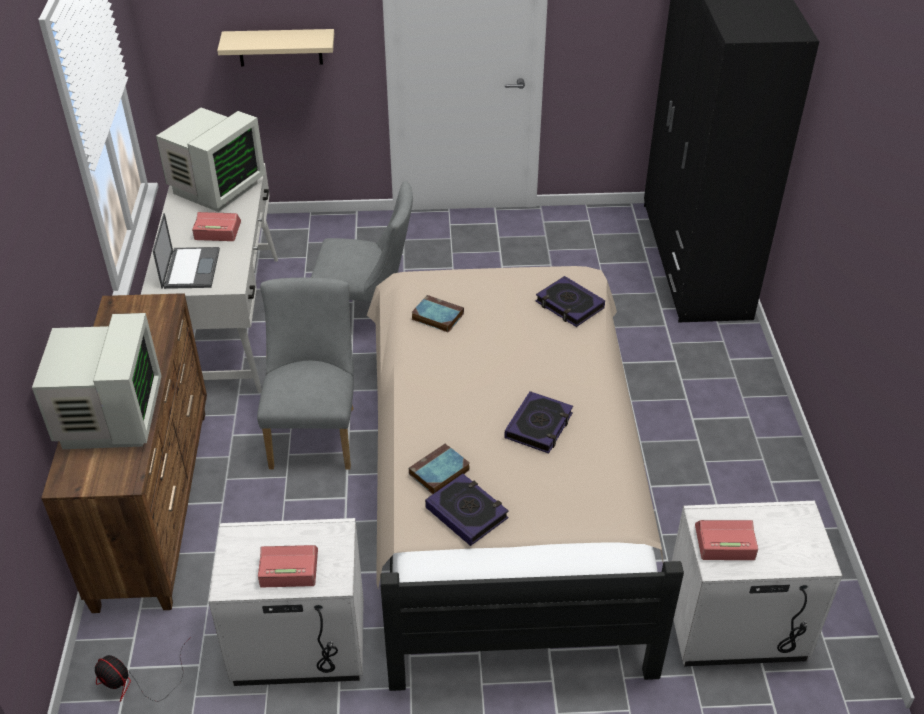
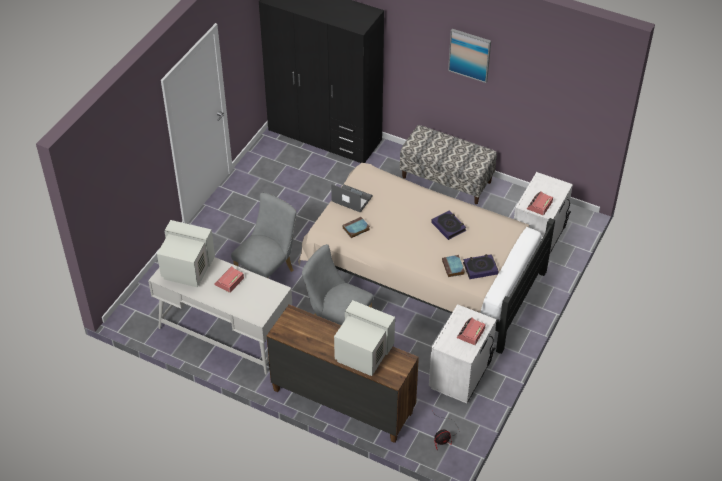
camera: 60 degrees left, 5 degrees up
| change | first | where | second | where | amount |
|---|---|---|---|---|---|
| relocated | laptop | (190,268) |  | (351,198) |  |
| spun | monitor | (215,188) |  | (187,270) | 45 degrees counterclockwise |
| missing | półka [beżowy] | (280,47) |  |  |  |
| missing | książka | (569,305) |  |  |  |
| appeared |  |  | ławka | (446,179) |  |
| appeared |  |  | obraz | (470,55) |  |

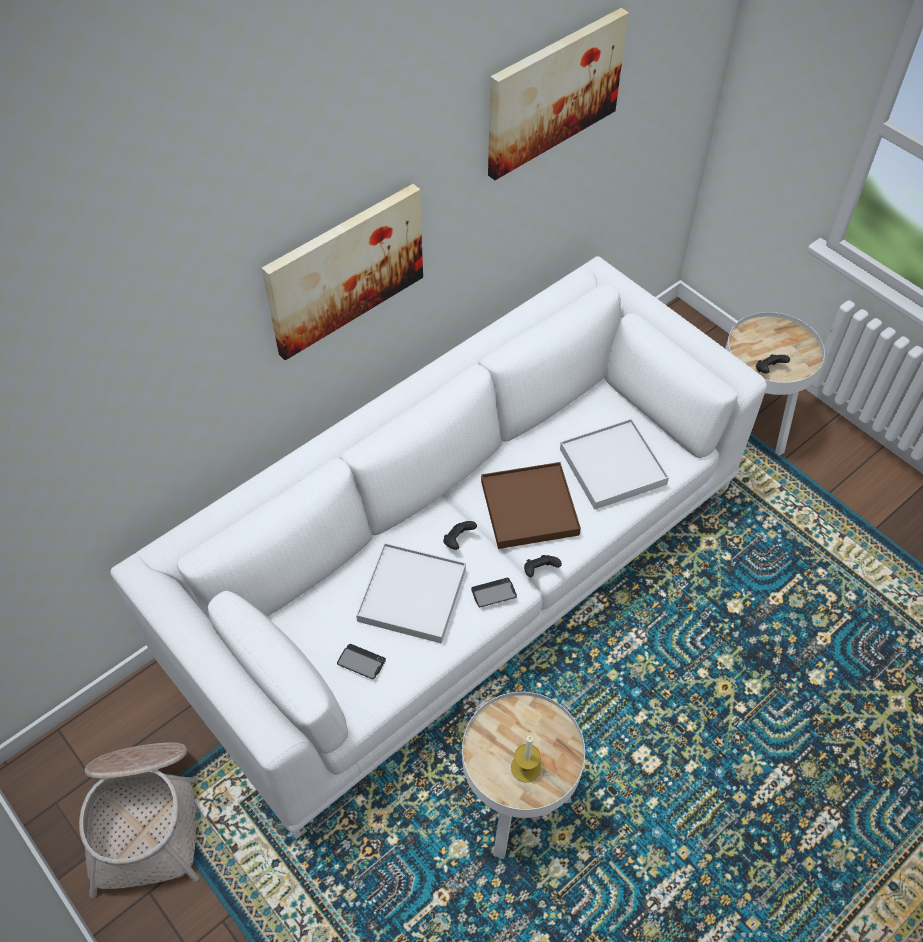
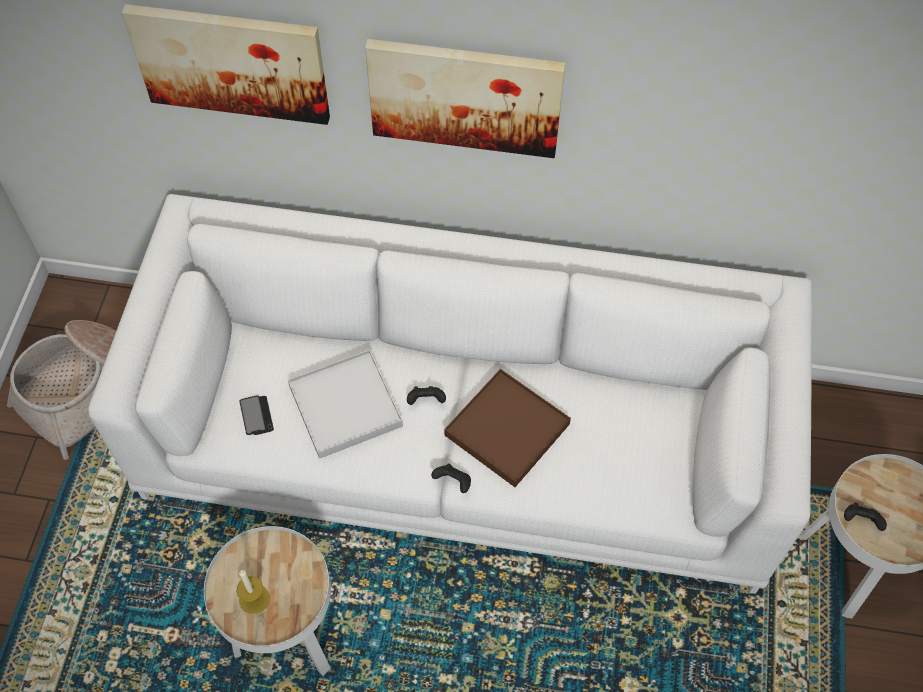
camera: 50 degrees right, 5 degrees up
| change | first | where | second | where | amount |
|---|---|---|---|---|---|
| missing | telefon | (493,593) |  |  |  |
| relocated | obraz | (553,92) |  | (231,62) |  |
| missing | taca [biały] | (612,466) |  |  |  |

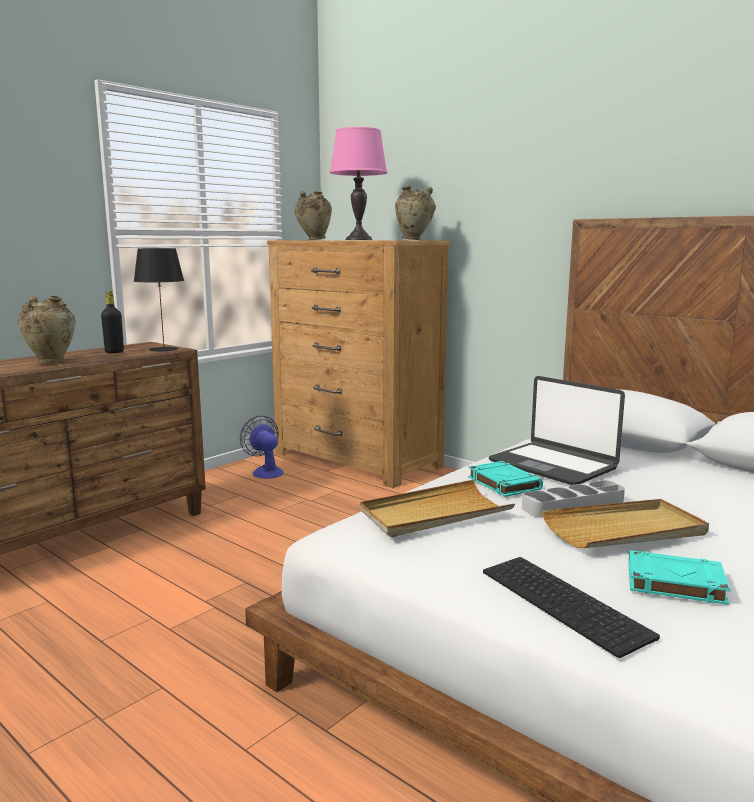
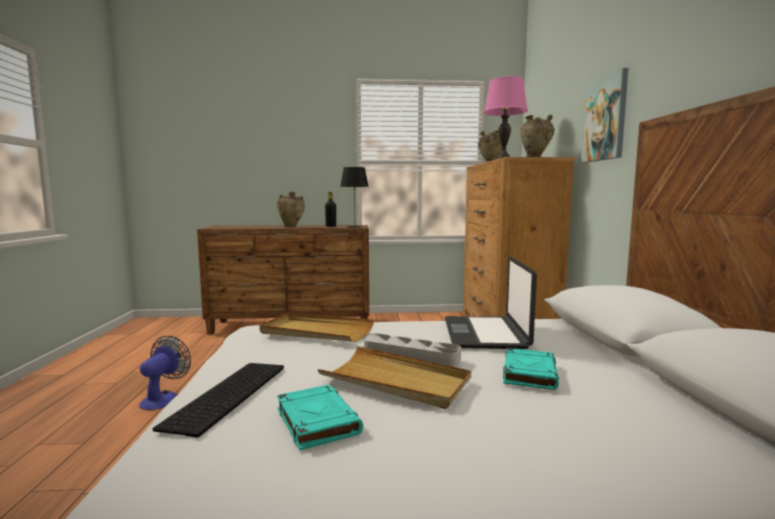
camera: 45 degrees right, 5 degrees down
| change | first | where | second | where | amount |
|---|---|---|---|---|---|
| relocated | wentylator | (265,471) |  | (164,398) |  |
| relocated | książka [turkusowy] | (503,483) |  | (529,373) |  |
| appeared |  |  | obraz | (605,119) |  |

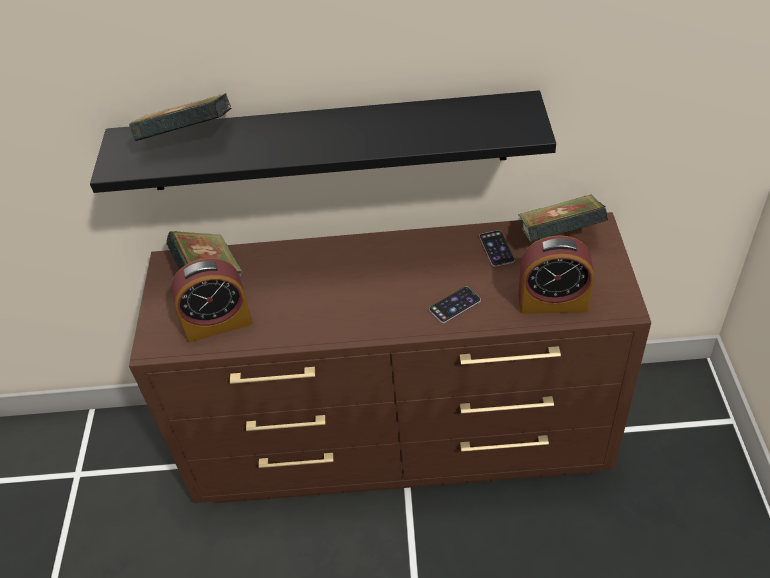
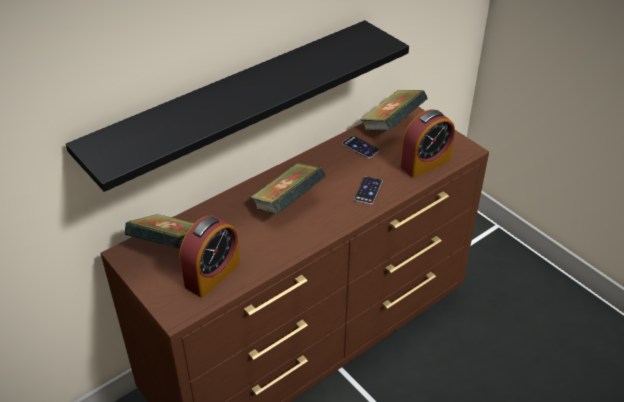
camera: 40 degrees left, 5 degrees down
| change | first | where | second | where | amount |
|---|---|---|---|---|---|
| relocated | książka | (188,140) |  | (288,204) |  |

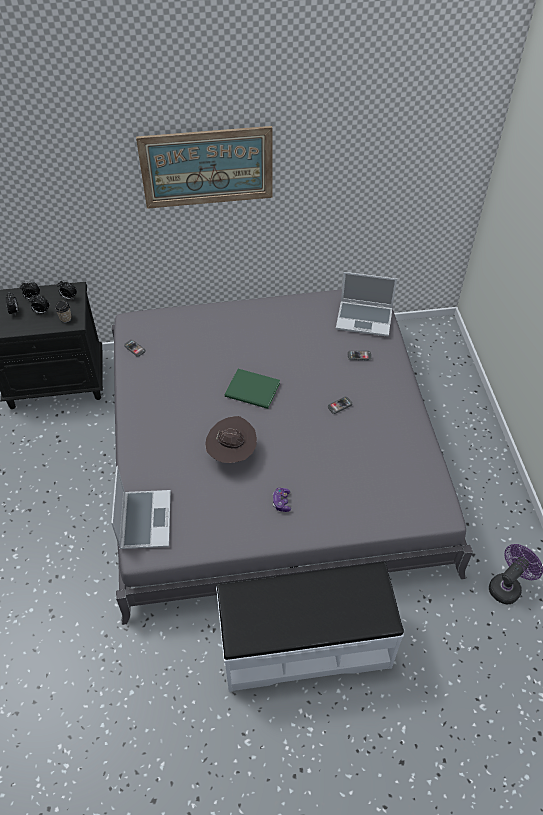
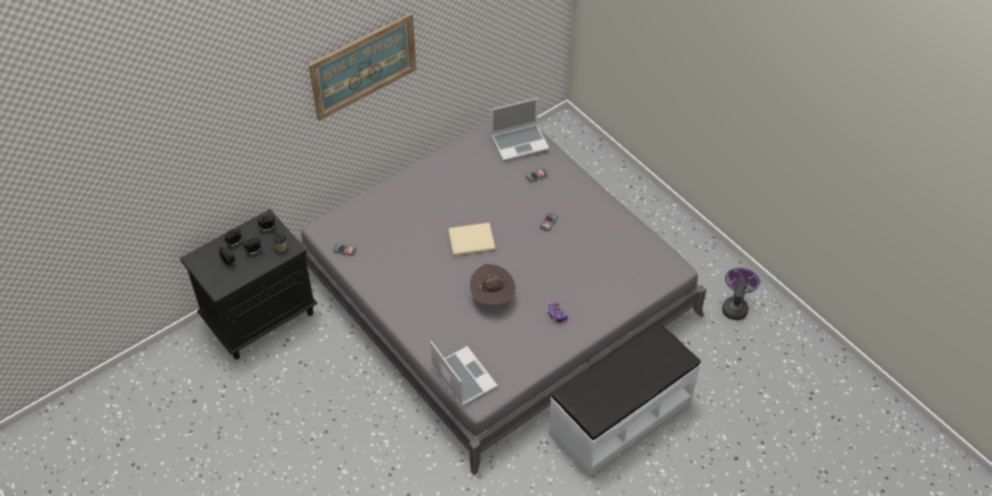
camera: 30 degrees left, 0 degrees up
| change | first | where | second | where | amount |
|---|---|---|---|---|---|
| colour | książka [zielony] | (253,391) | książka [beżowy] | (473,241) |  |

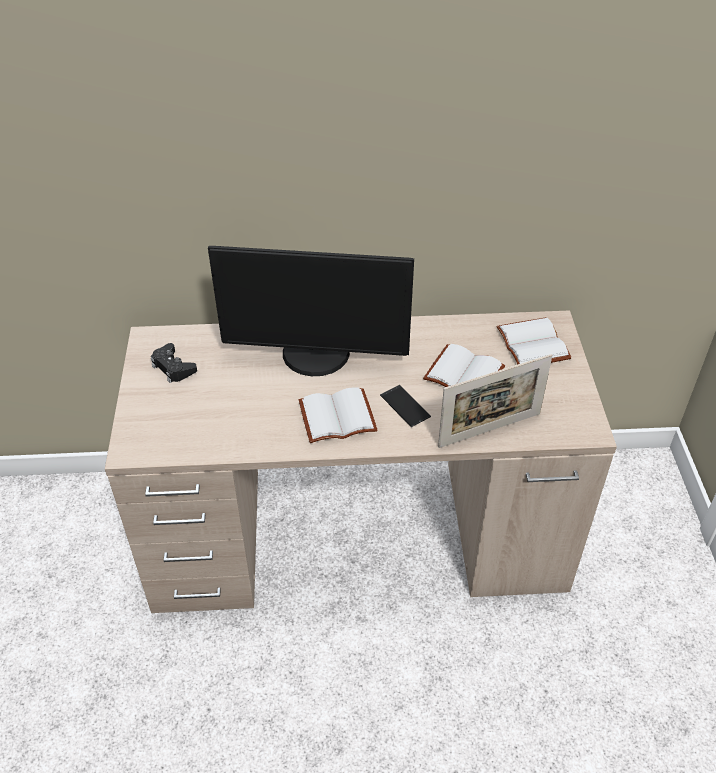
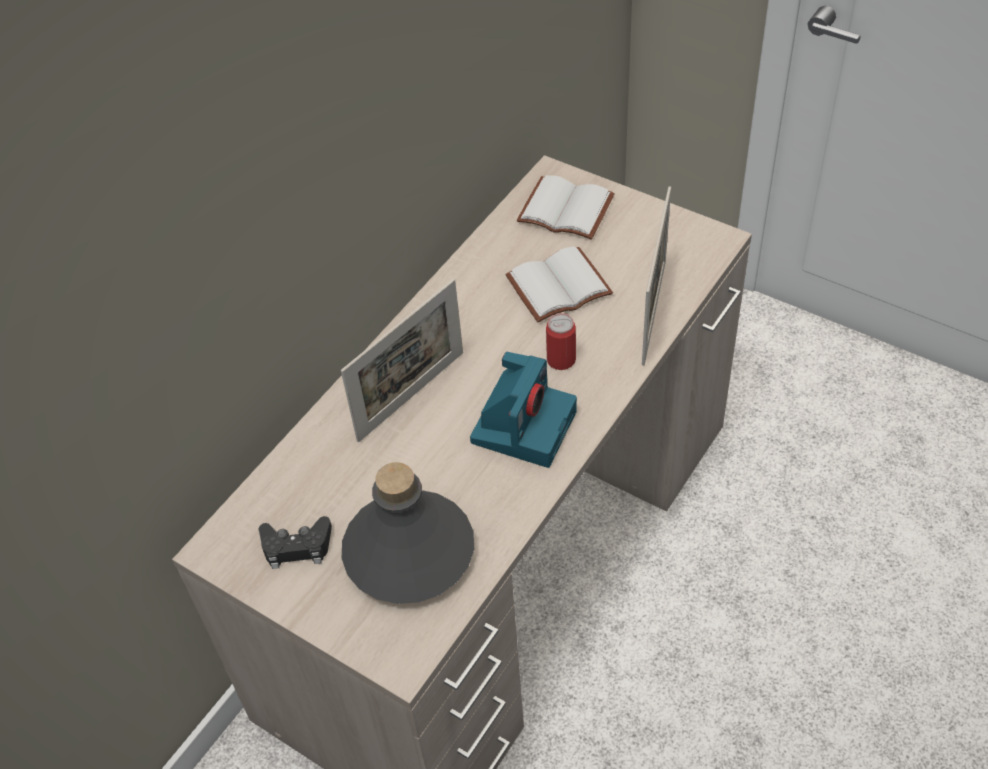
camera: 50 degrees left, 5 degrees up
| change | first | where | second | where | amount |
|---|---|---|---|---|---|
| exchanged | monitor | (315,355) | ramka na zdjęcie | (411,396) |  |
| exchanged | książka [biały] | (338,415) | aparat fotograficzny | (524,424) |  |
| exchanged | telefon | (405,406) | puszka | (561,360) |  |
| appeared |  |  | butelka [szary] | (409,553) |  |

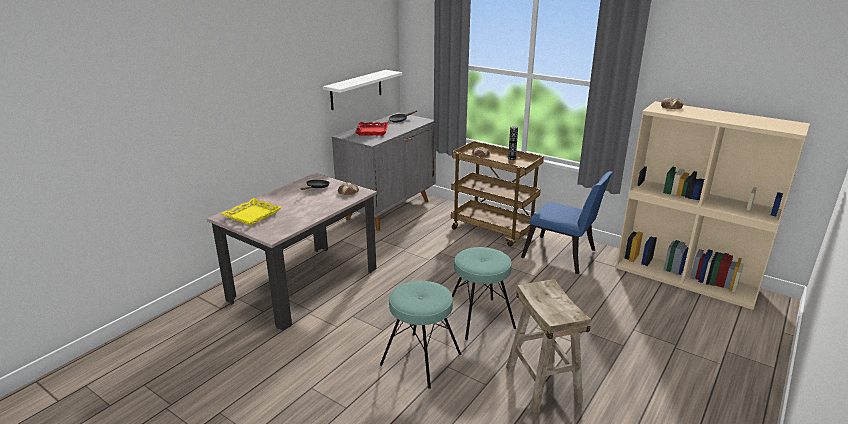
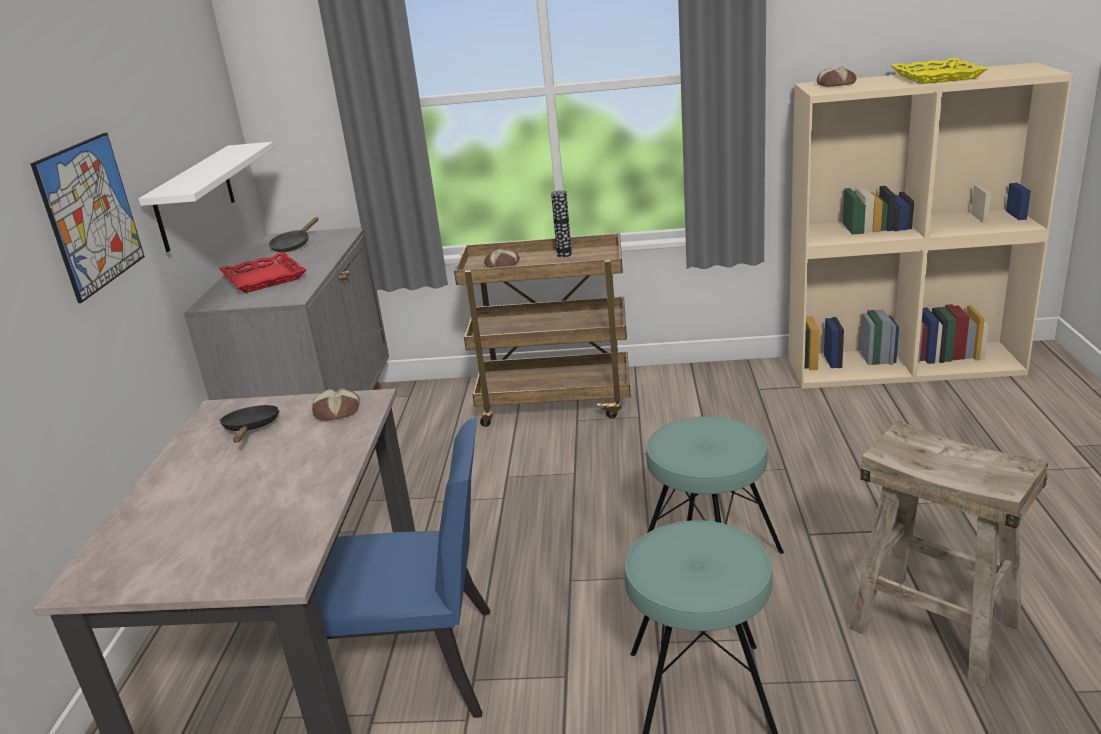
camera: 30 degrees left, 0 degrees up
| change | first | where | second | where | amount |
|---|---|---|---|---|---|
| relocated | taca [żółty] | (252,215) |  | (936,77) |  |
| relocated | krzesło [niebieski] | (563,256) |  | (420,668) |  |
| appeared |  |  | obraz | (91,214) |  |

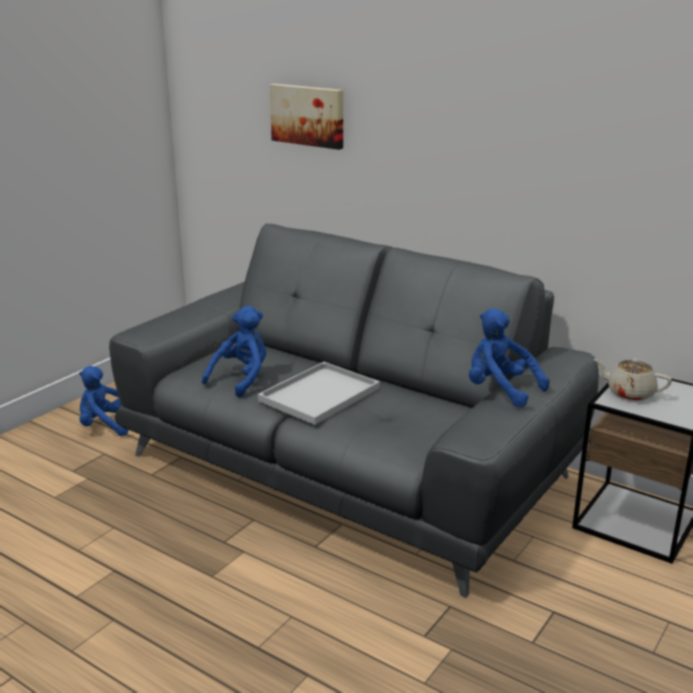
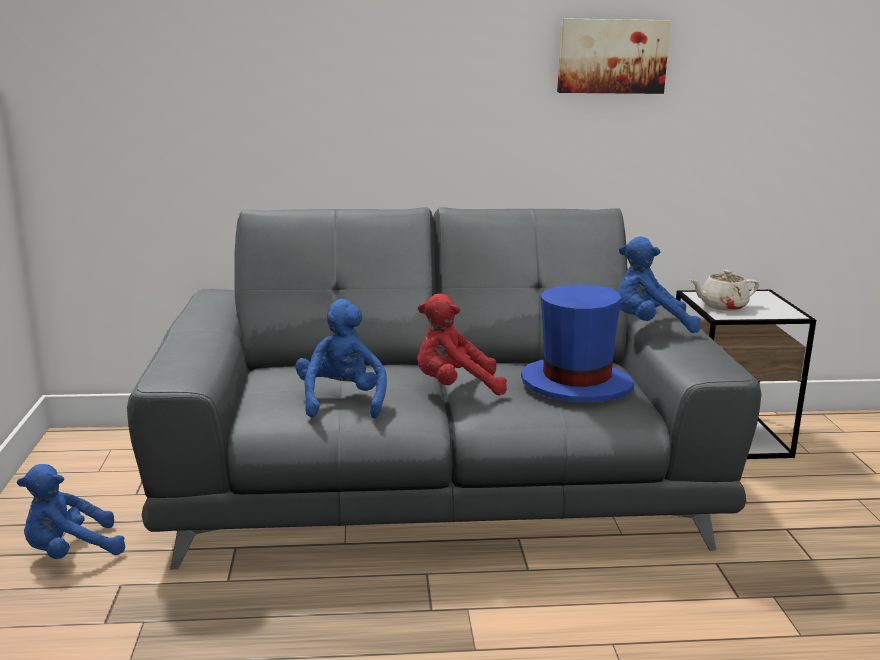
camera: 40 degrees left, 5 degrees down
| change | first | where | second | where | amount |
|---|---|---|---|---|---|
| exchanged | taca [biały] | (320,393) | pluszak [czerwony] | (455,387) |  |
| relocated | obraz | (308,115) |  | (611,56) |  |
| appeared |  |  | kapelusz [niebieski] | (576,384) |  |

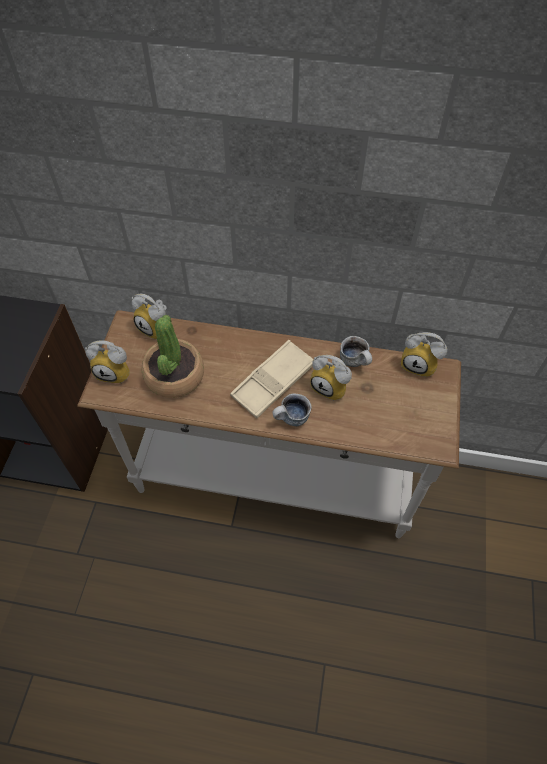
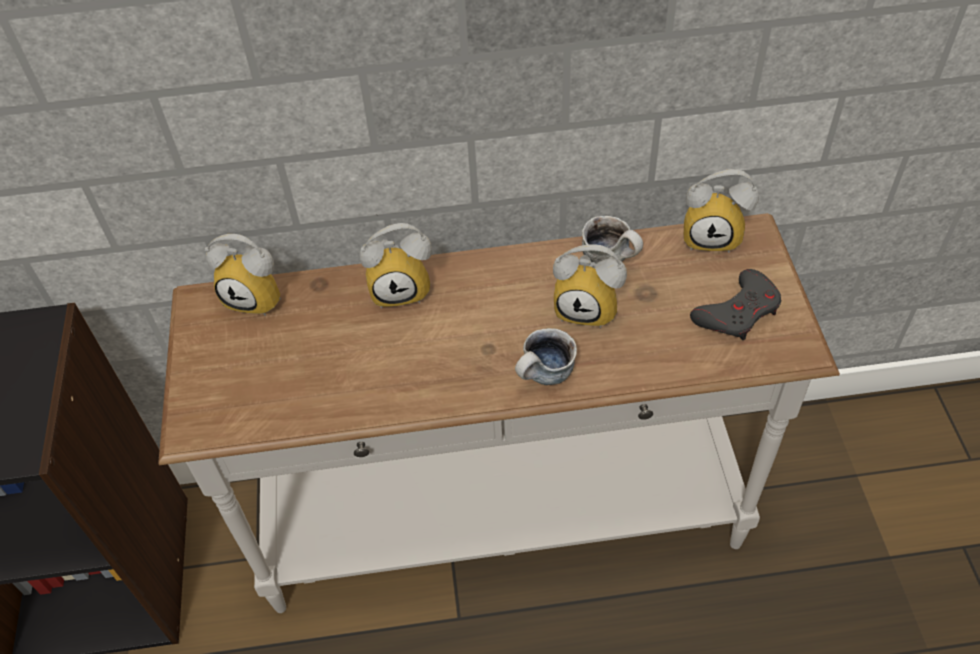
camera: 15 degrees left, 5 degrees down
| change | first | where | second | where | amount |
|---|---|---|---|---|---|
| relocated | budzik | (116,371) |  | (402,288) |  |
| missing | roślina doniczkowa | (174,375) |  |  |  |
| missing | taca [beżowy] | (273,382) |  |  |  |
| appeared |  |  | pad do gier [szary] | (738,312) |  |

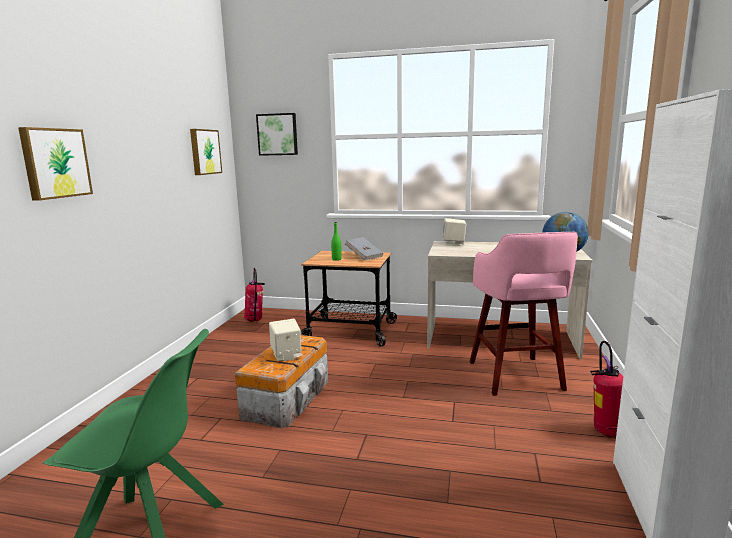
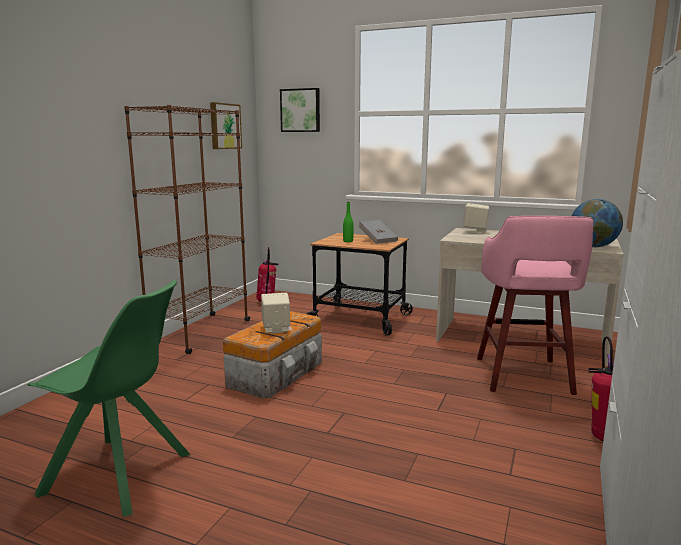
camera: 10 degrees right, 0 degrees up
| change | first | where | second | where | amount |
|---|---|---|---|---|---|
| missing | obraz | (55,163) |  |  |  |
| appeared |  |  | regał [brązowy] | (201,333) |  |

